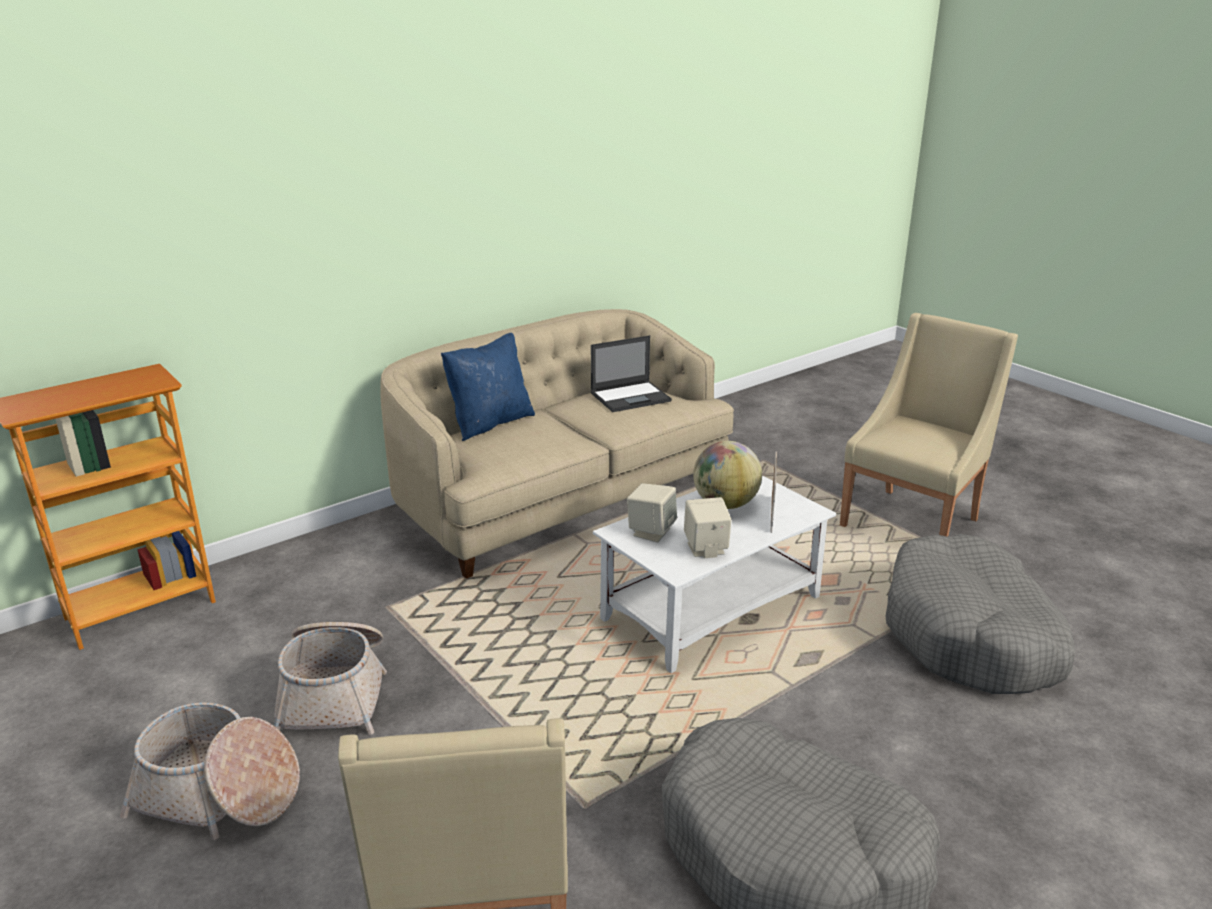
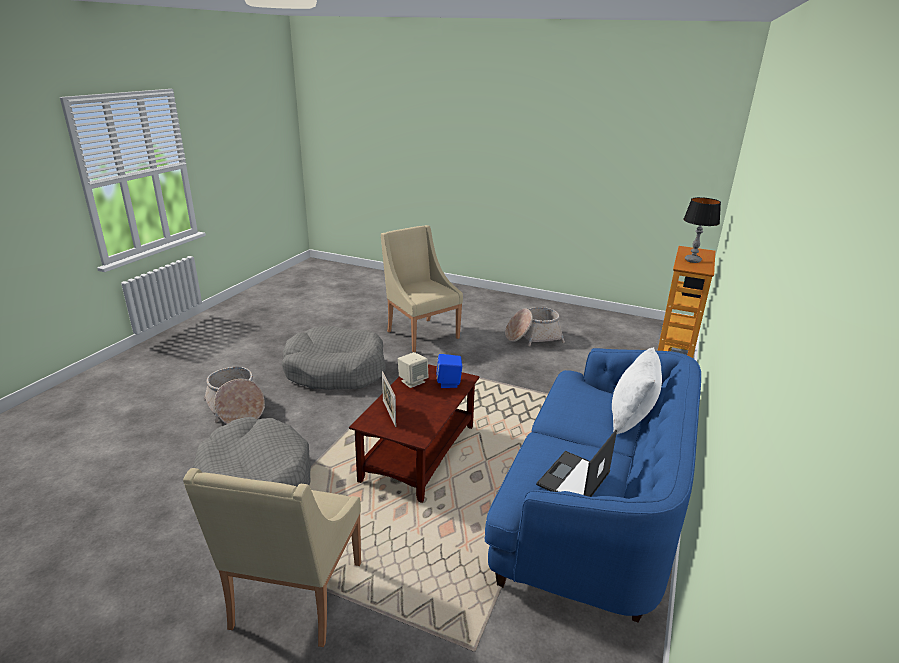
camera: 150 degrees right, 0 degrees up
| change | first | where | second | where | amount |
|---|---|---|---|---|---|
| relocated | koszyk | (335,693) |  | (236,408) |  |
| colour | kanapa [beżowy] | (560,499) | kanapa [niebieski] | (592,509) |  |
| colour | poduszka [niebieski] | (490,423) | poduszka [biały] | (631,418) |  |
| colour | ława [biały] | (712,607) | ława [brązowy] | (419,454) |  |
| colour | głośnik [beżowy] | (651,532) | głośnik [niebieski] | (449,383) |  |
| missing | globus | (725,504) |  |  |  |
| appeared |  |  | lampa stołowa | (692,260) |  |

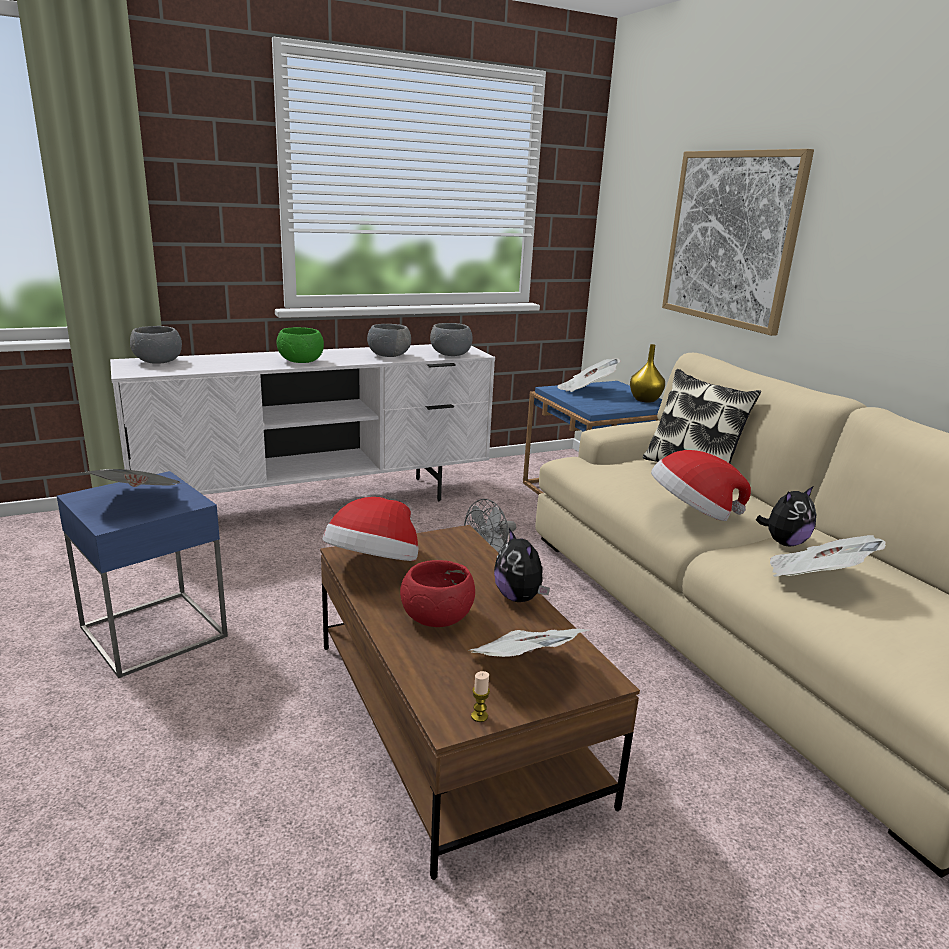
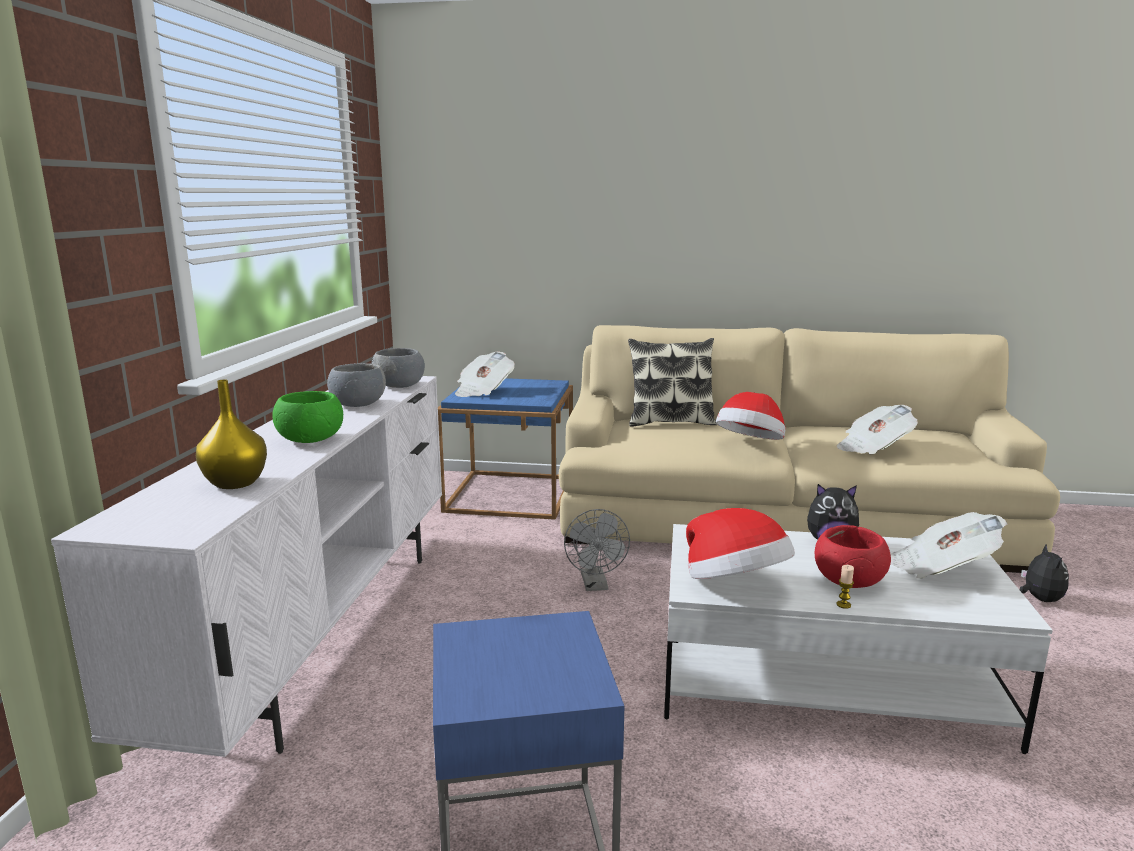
camera: 55 degrees left, 5 degrees down
| change | first | where | second | where | amount |
|---|---|---|---|---|---|
| missing | gazeta | (140,501) |  |  |  |
| missing | miska [szary] | (158,361) |  |  |  |
| colour | ława [brązowy] | (453,719) | ława [biały] | (825,680) |  |
| relocated | świeca | (479,716) |  | (843,605) |  |
| relocated | wazon [żółty] | (644,400) |  | (234,483) |  |
| missing | obraz | (731,238) |  |  |  |
| relocated | pluszak | (784,543) |  | (1039,599) |  |

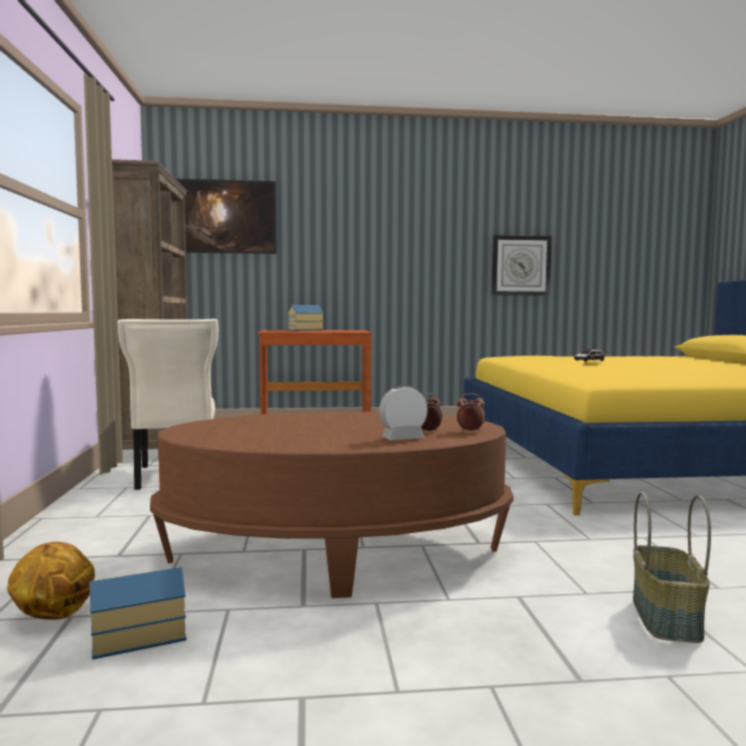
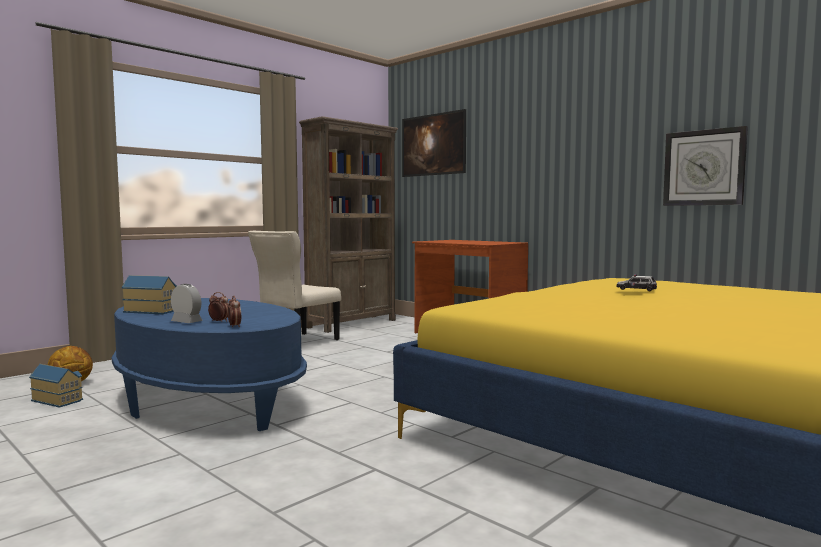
camera: 50 degrees right, 0 degrees up
| change | first | where | second | where | amount |
|---|---|---|---|---|---|
| colour | ława [brązowy] | (335,552) | ława [niebieski] | (208,400) |  |
| relocated | domek | (304,330) |  | (151,311) |  |
| missing | koszyk | (667,618) |  |  |  |

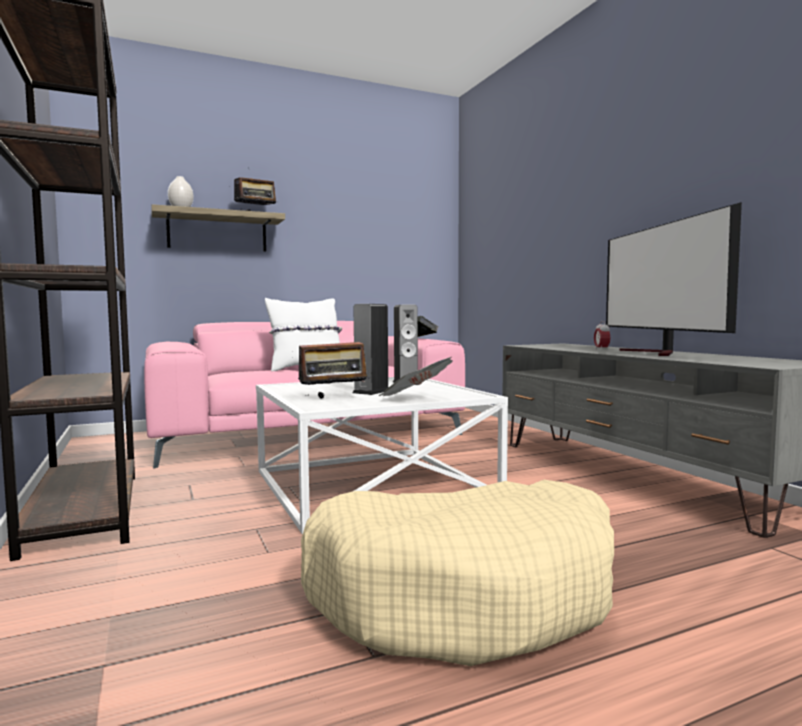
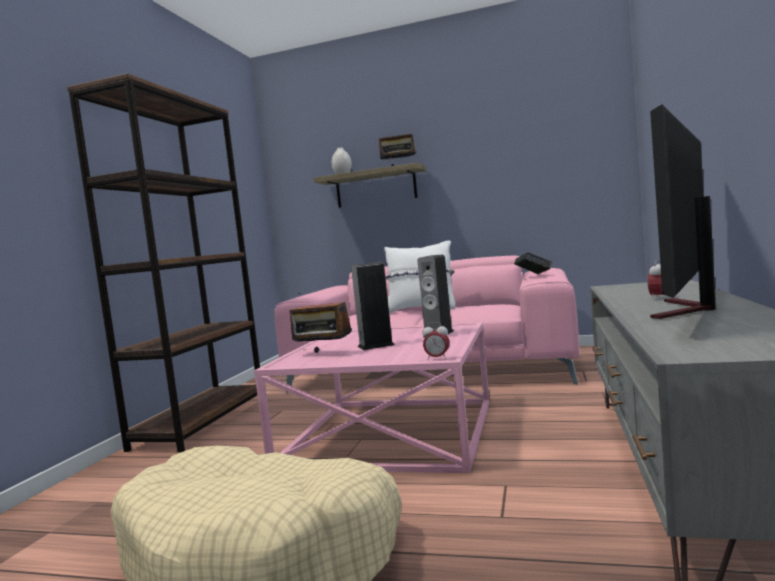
camera: 40 degrees right, 0 degrees up
| change | first | where | second | where | amount |
|---|---|---|---|---|---|
| colour | ława [biały] | (371,484) | ława [różowy] | (391,431) |  |
| missing | gazeta | (415,398) |  |  |  |
| appeared |  |  | budzik | (437,358) |  |

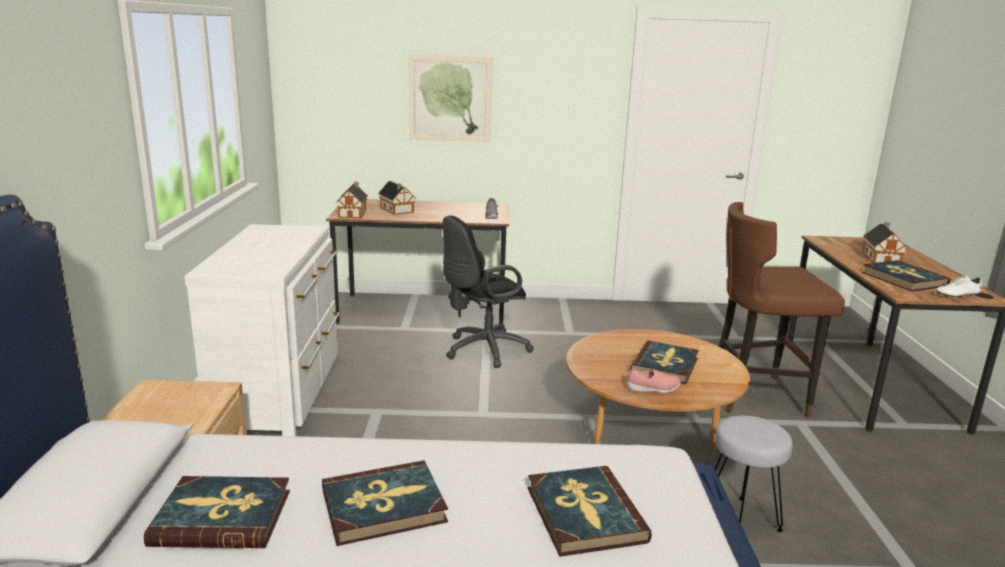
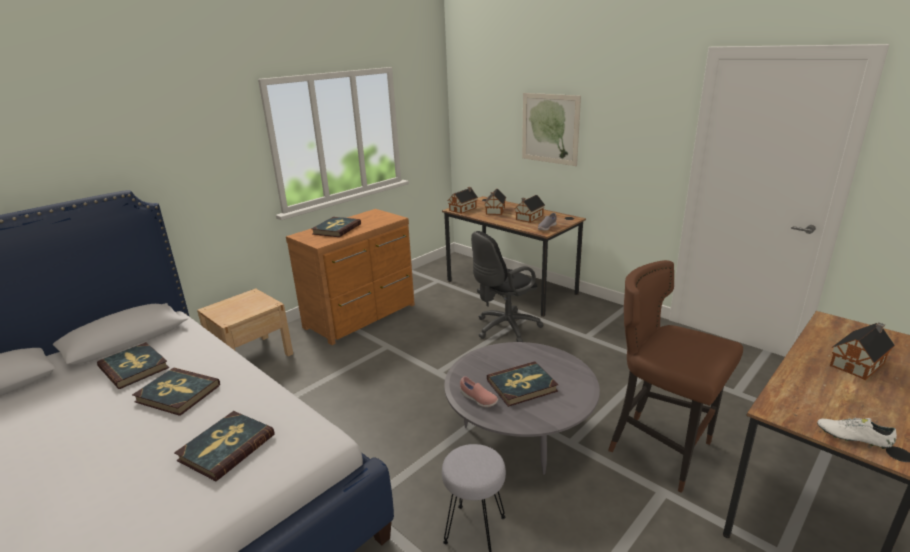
camera: 45 degrees right, 5 degrees up
| change | first | where | second | where | amount |
|---|---|---|---|---|---|
| colour | komoda [biały] | (281,393) | komoda [brązowy] | (362,316) |  |
| spun | krzesło biurowe [czarny] | (482,350) |  | (504,328) | 45 degrees counterclockwise |
| colour | ława [brązowy] | (648,432) | ława [szary] | (519,434) |  |
| relocated | książka | (903,279) |  | (336,229) |  |
| appeared |  |  | domek | (528,218) |  |

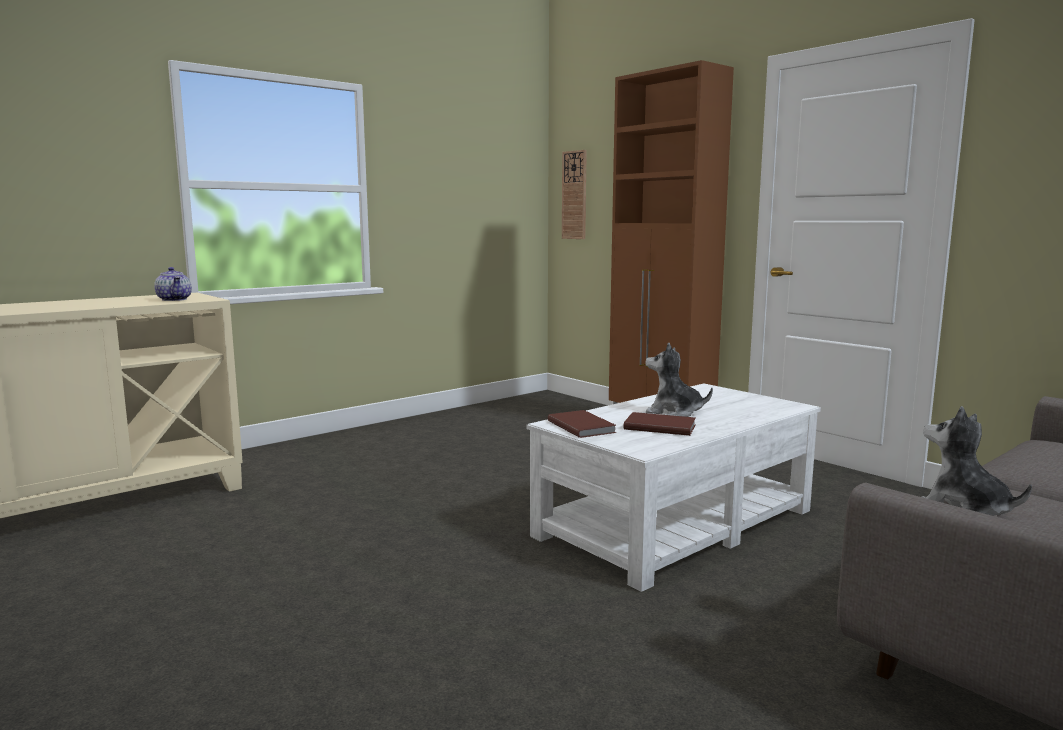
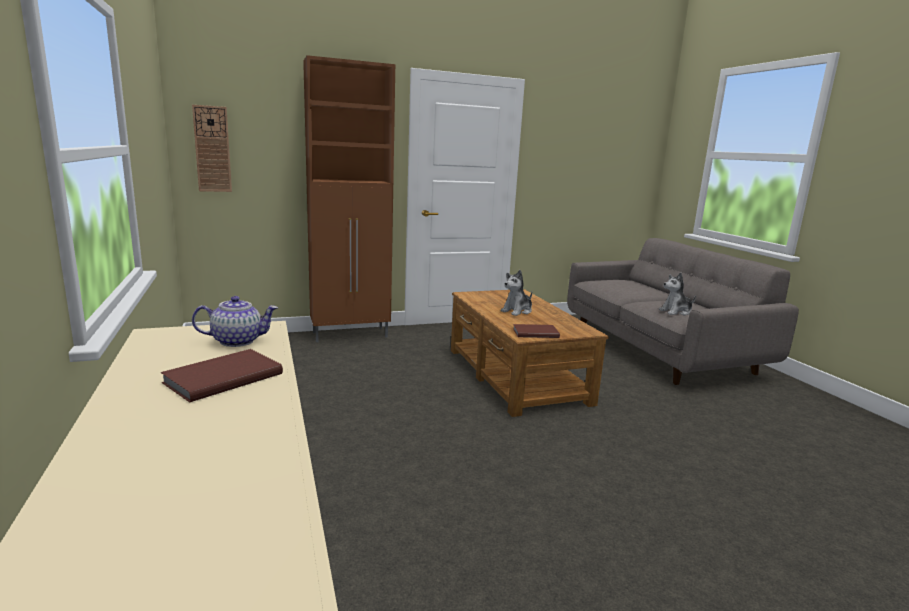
camera: 70 degrees left, 5 degrees up
| change | first | where | second | where | amount |
|---|---|---|---|---|---|
| colour | ława [biały] | (673,523) | ława [brązowy] | (515,376) |  |
| relocated | książka [brązowy] | (659,426) |  | (221,378) |  |

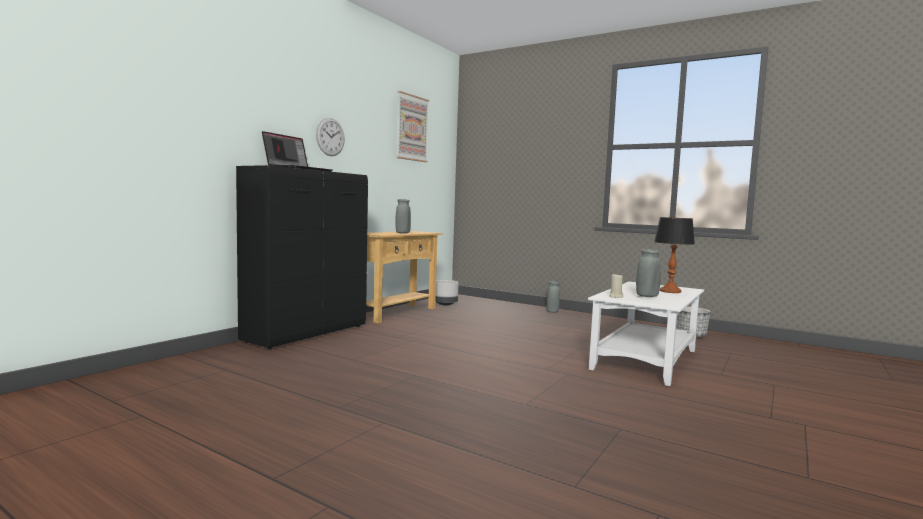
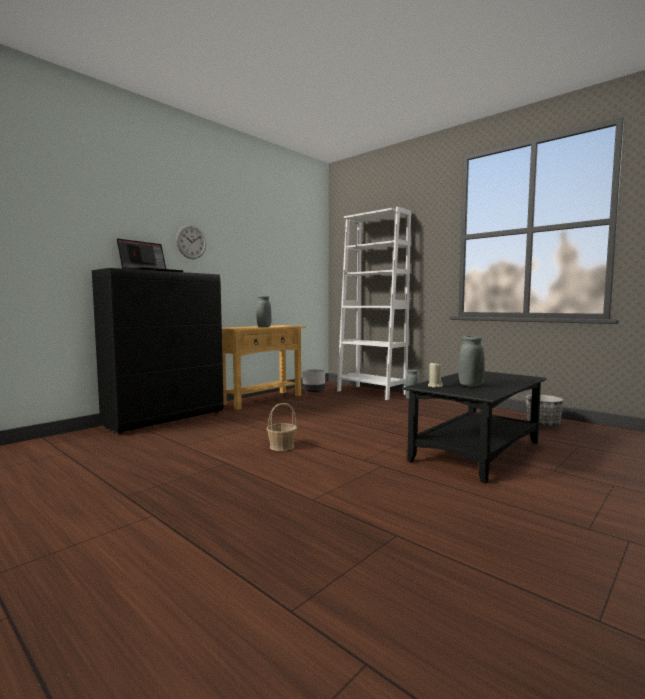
camera: 10 degrees right, 0 degrees up
| change | first | where | second | where | amount |
|---|---|---|---|---|---|
| missing | obraz | (412,128) |  |  |  |
| colour | ława [biały] | (645,360) | ława [czarny] | (476,452) |  |
| missing | lampa stołowa | (670,291) |  |  |  |
| appeared |  |  | koszyk | (281,446) |  |
| appeared |  |  | regał [biały] | (371,392) |  |

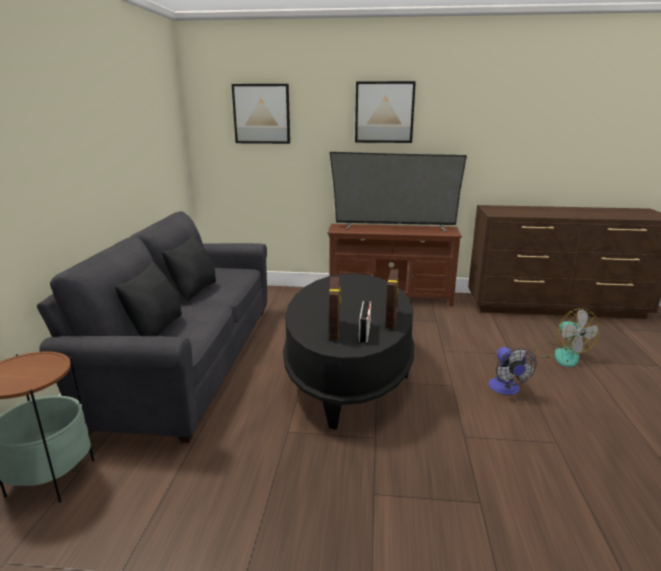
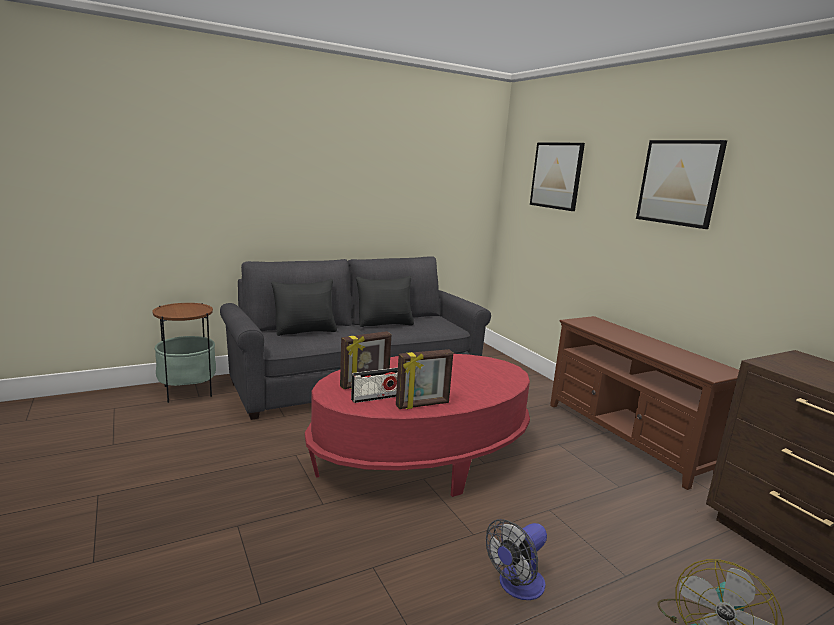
camera: 55 degrees right, 5 degrees down
| change | first | where | second | where | amount |
|---|---|---|---|---|---|
| colour | ława [czarny] | (348,372) | ława [czerwony] | (421,457) |  |
| missing | telewizor | (394,227) |  |  |  |

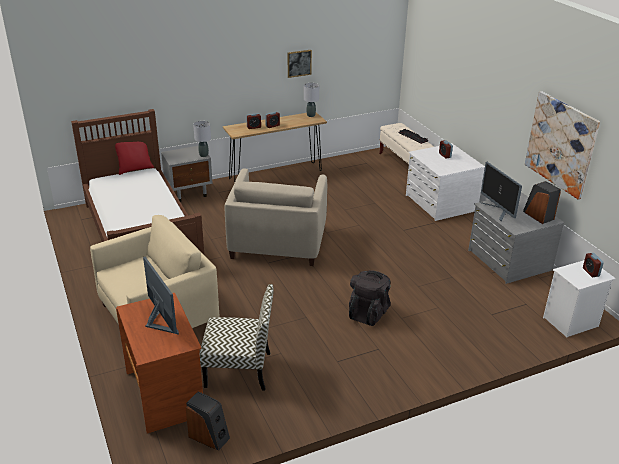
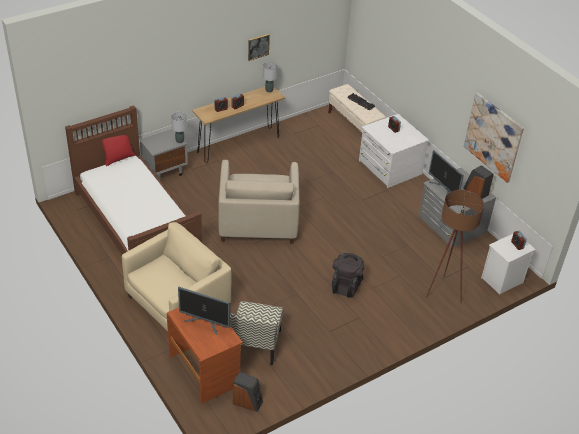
camera: 10 degrees left, 10 degrees up
| change | first | where | second | where | amount |
|---|---|---|---|---|---|
| spun | monitor | (160,322) |  | (205,323) | 150 degrees clockwise |
| spun | krzesło | (239,369) |  | (256,345) | 105 degrees clockwise |
| appeared |  |  | lampa stojąca [brązowy] | (444,289) |  |

